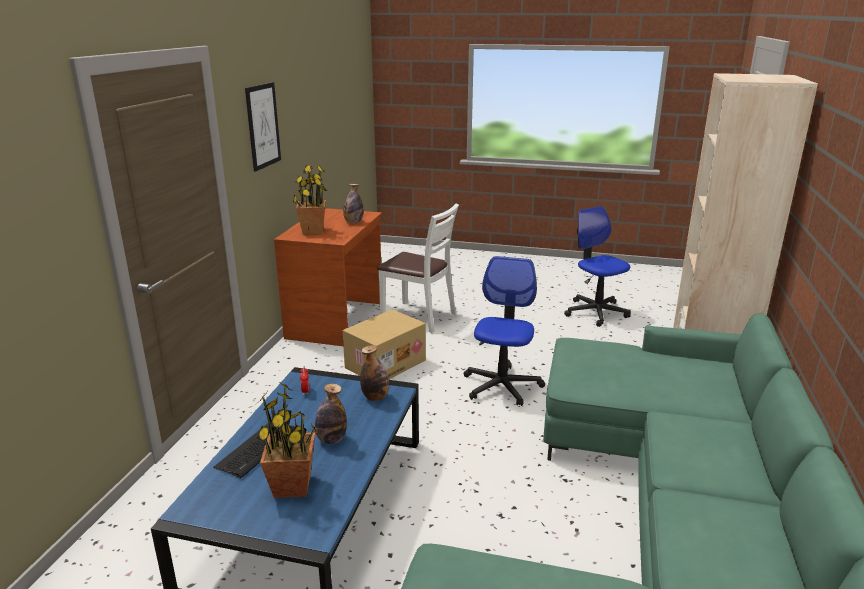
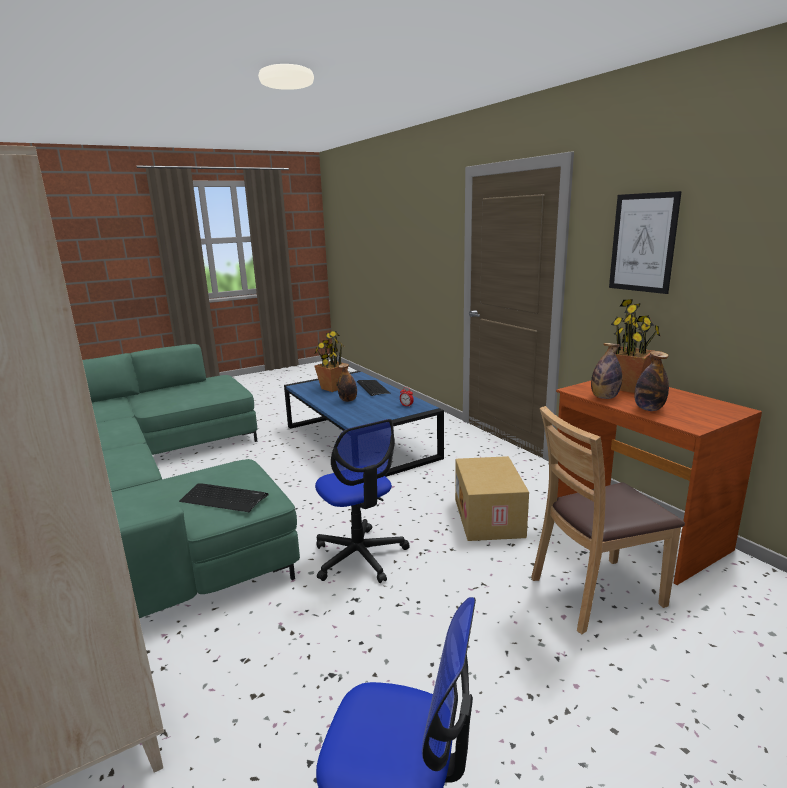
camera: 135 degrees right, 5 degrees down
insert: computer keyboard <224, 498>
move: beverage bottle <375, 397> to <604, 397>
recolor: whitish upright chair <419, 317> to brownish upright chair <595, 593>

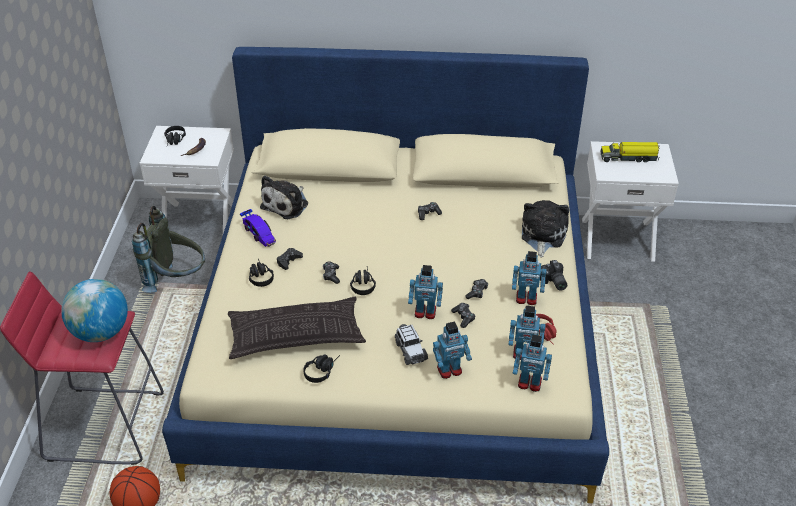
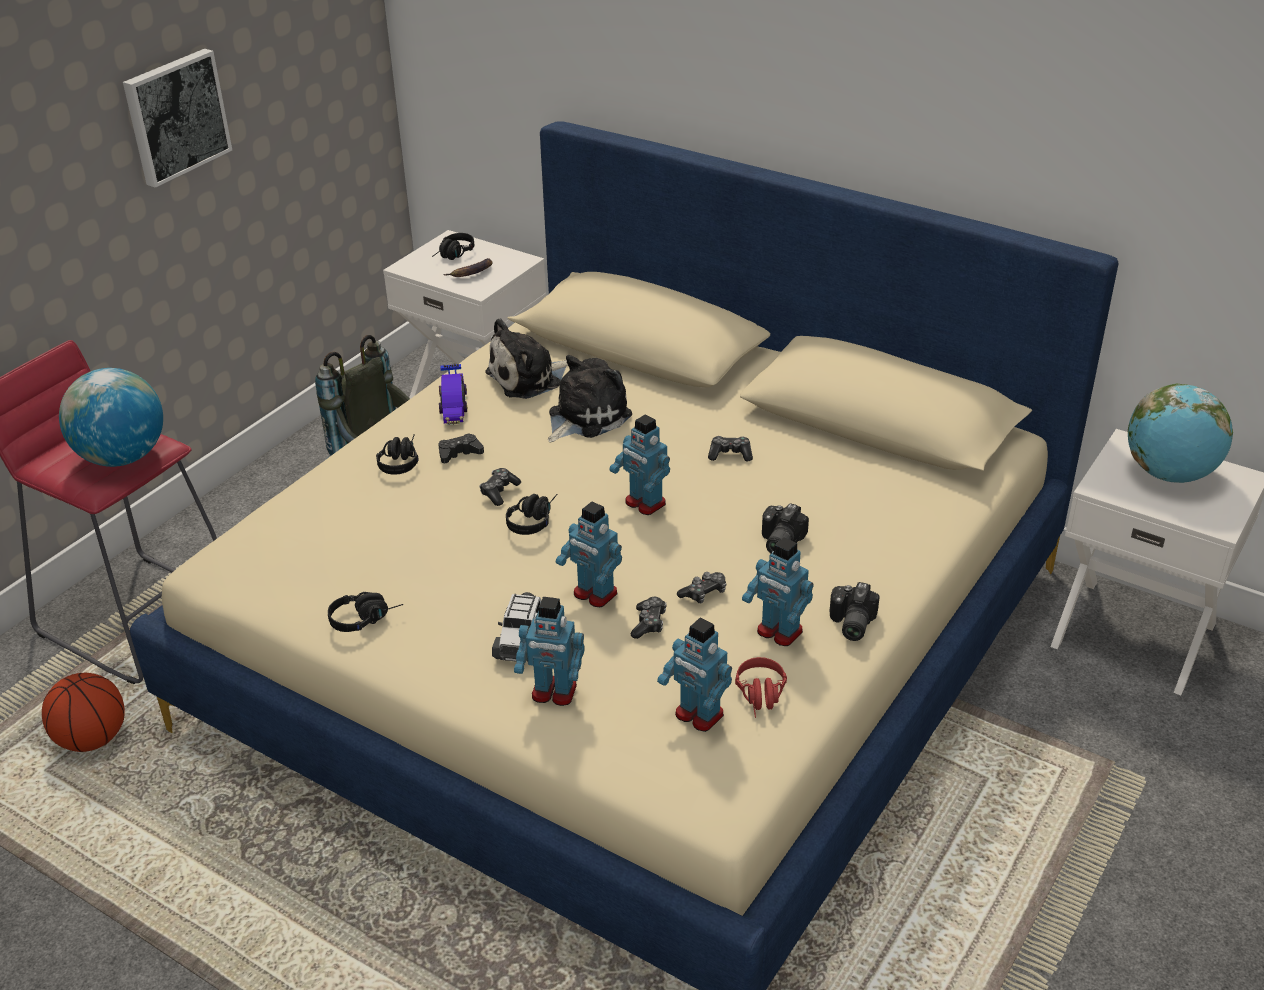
camera: 30 degrees right, 5 degrees down
delete: cushion <296, 335>
insert: picture <175, 116>; photo camera <778, 541>
move: plush toy <542, 235> to <585, 417>; model robot <529, 383> to <644, 503>
replace: model truck <629, 158> to world globe <1169, 474>

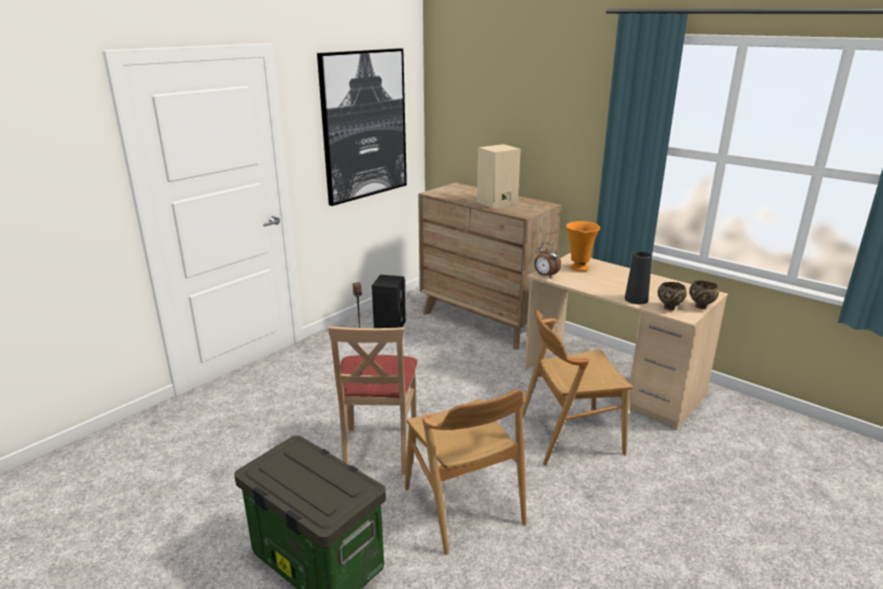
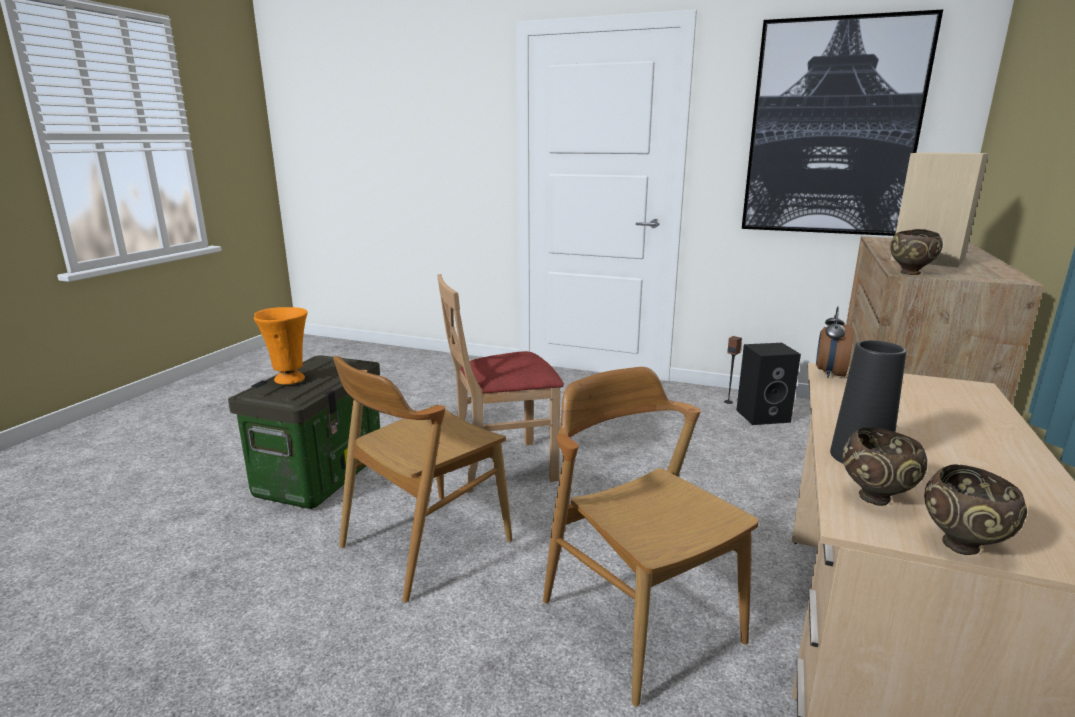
camera: 70 degrees right, 5 degrees down
insert: brownish deep dish <910, 273>
move: orange vase <578, 268> to <289, 379>

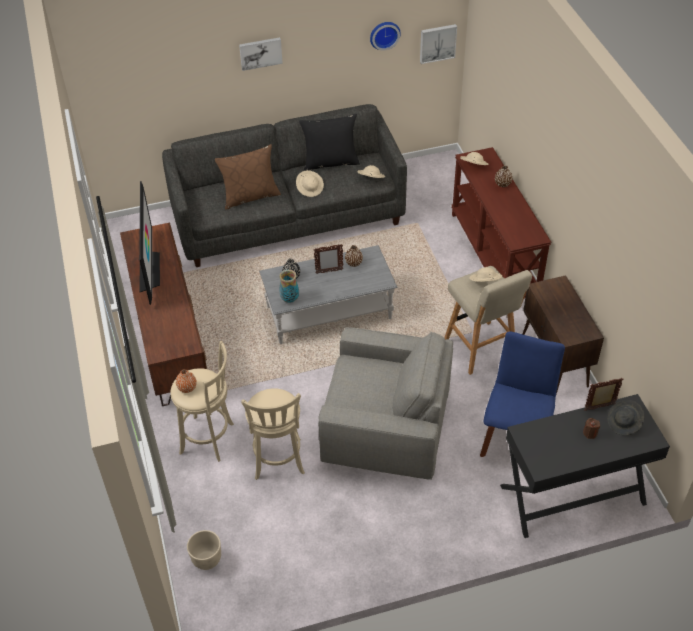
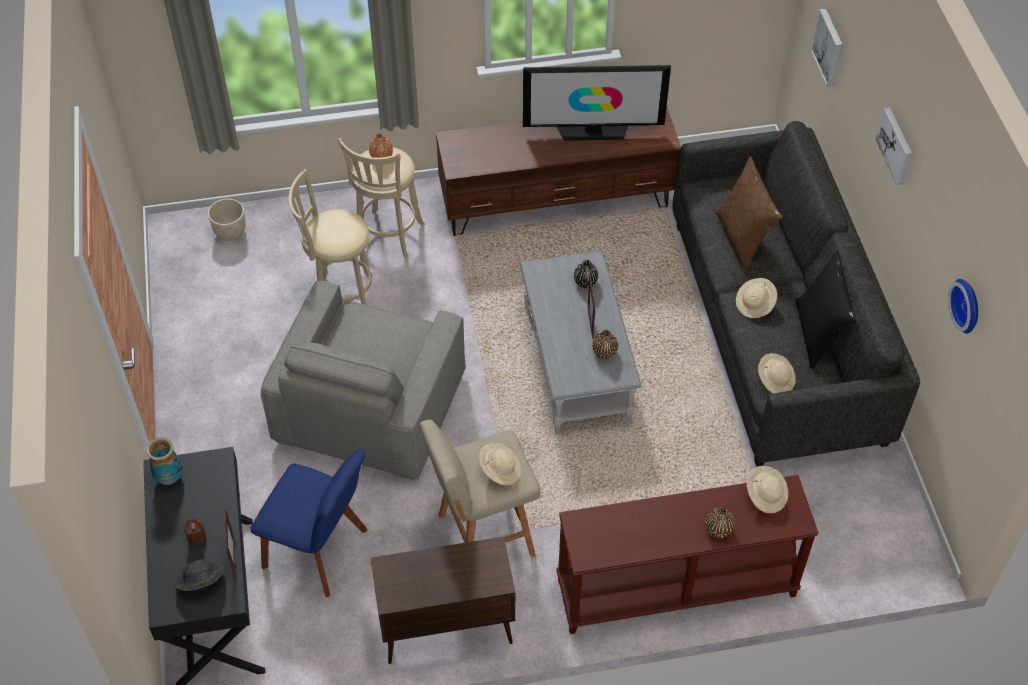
camera: 95 degrees right, 5 degrees up
move: picture <437, 43> to <829, 47>; vase <289, 299> to <169, 477>

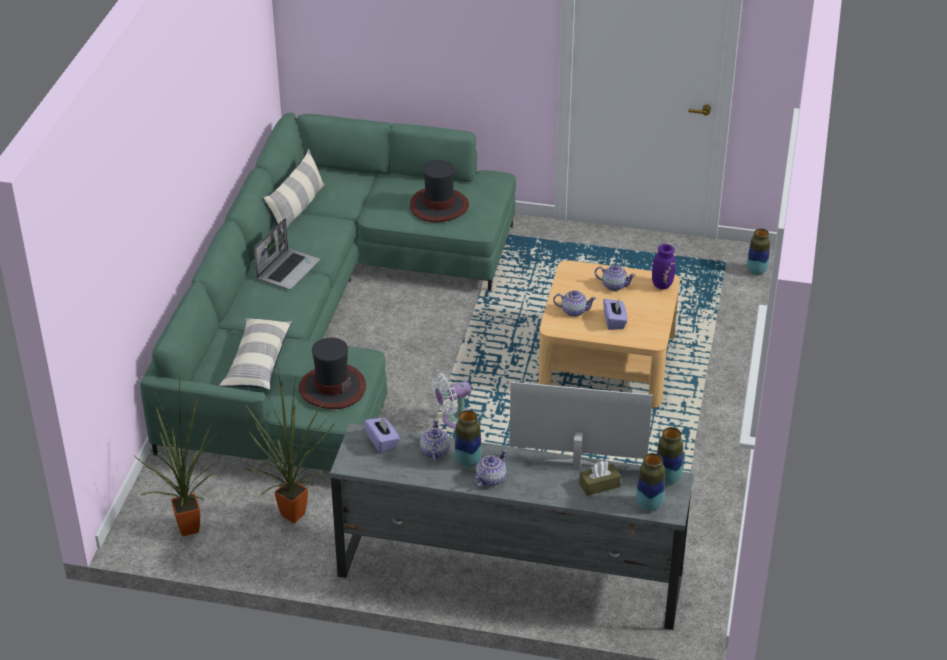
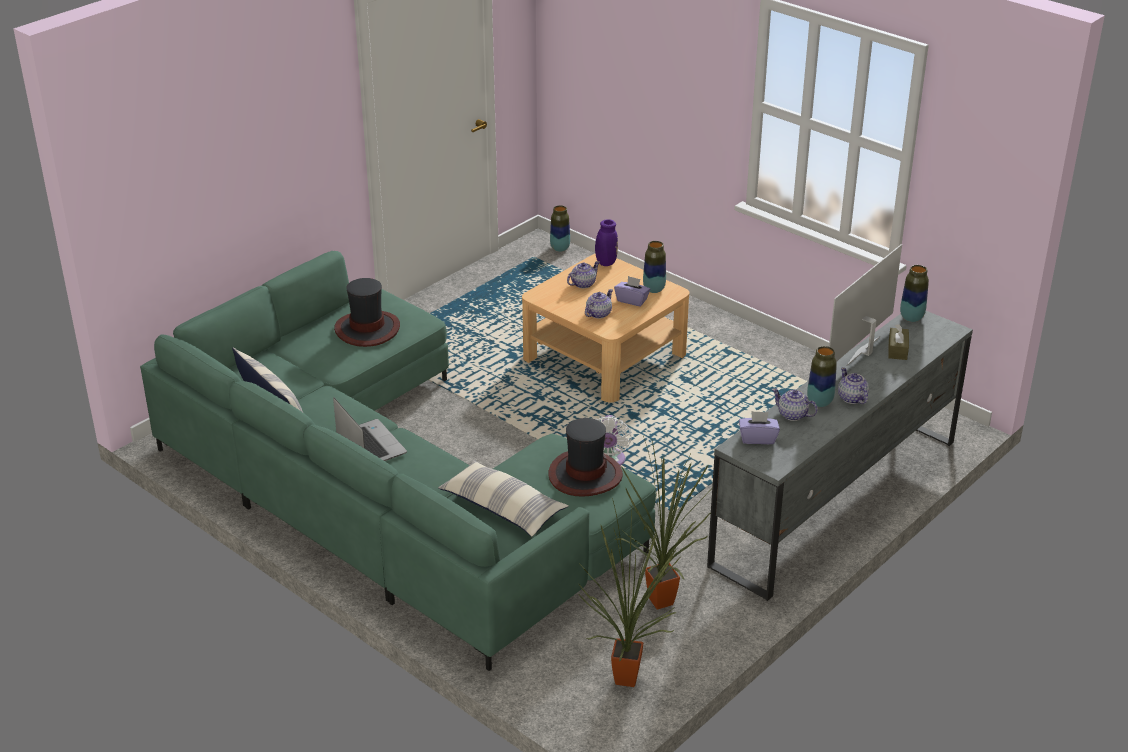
camera: 60 degrees left, 5 degrees down
move: vase <649, 505> to <654, 289>

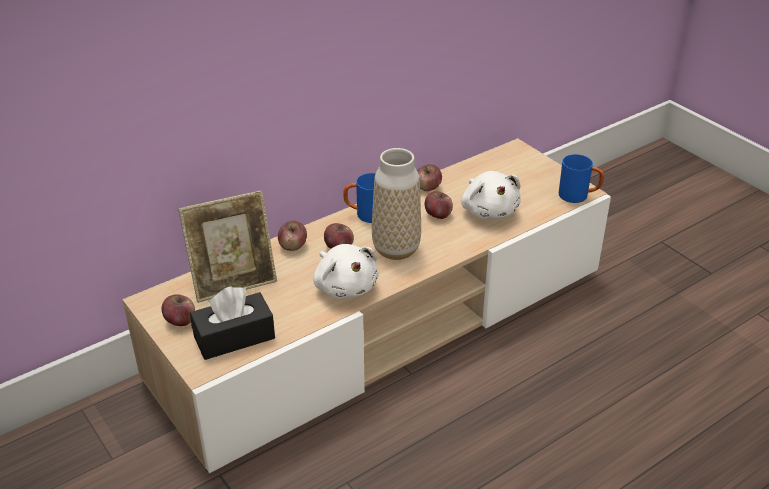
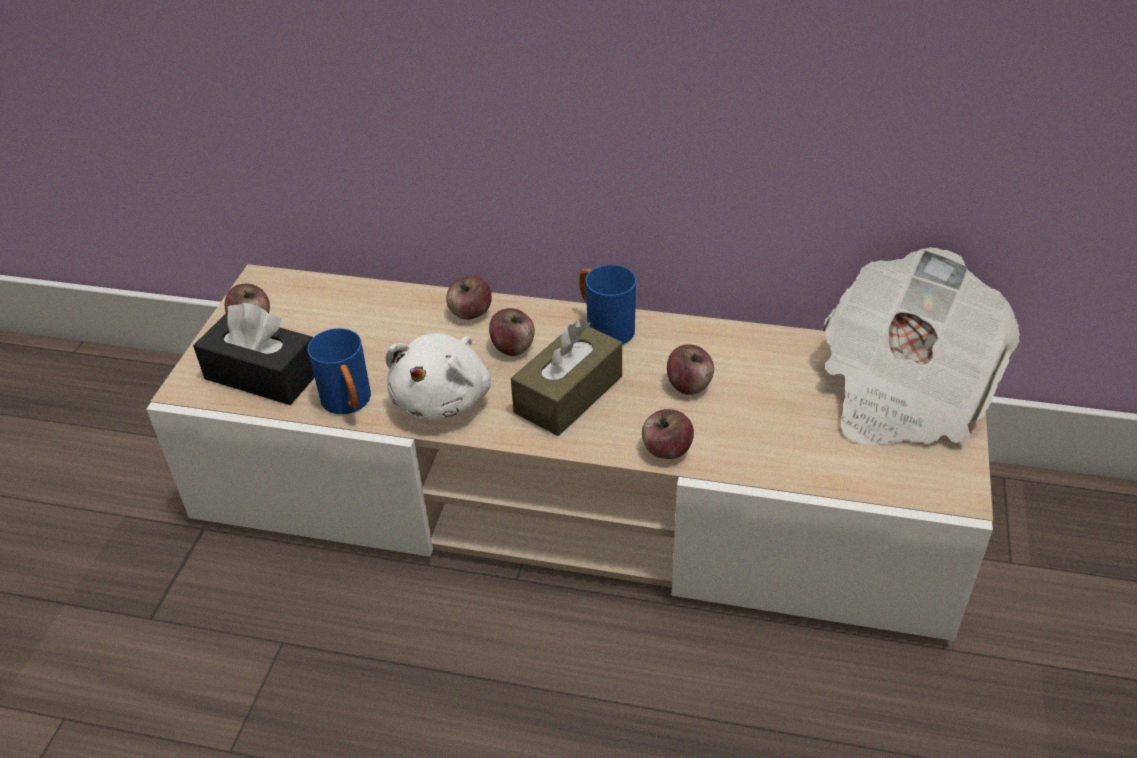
camera: 50 degrees right, 5 degrees up
delete: whitish plush toy <489, 210>; standing frame <234, 283>
insert: printed paper <903, 389>
move: blue-coloured tea mug <578, 196> to <349, 405>; whole apple <427, 188> to <666, 450>
replace: vase <396, 249> to brownish box of tissues <568, 394>

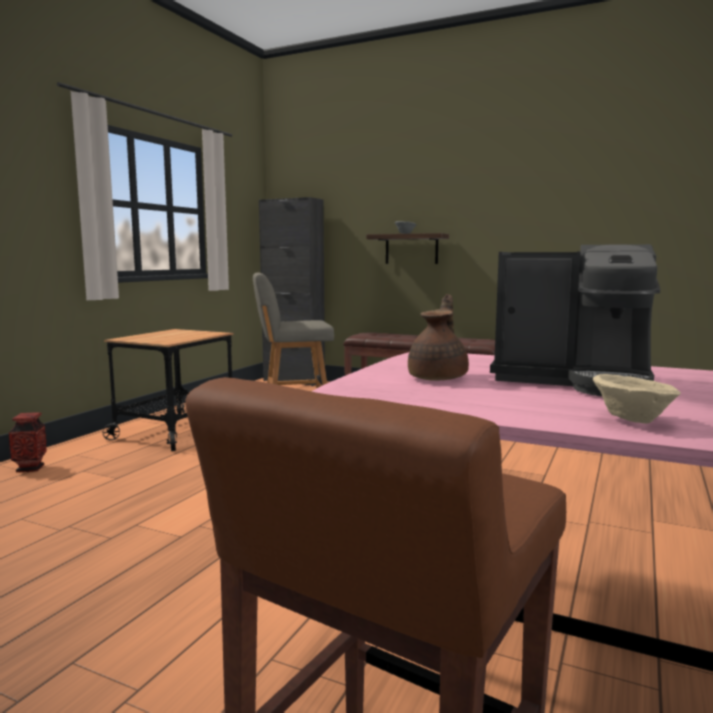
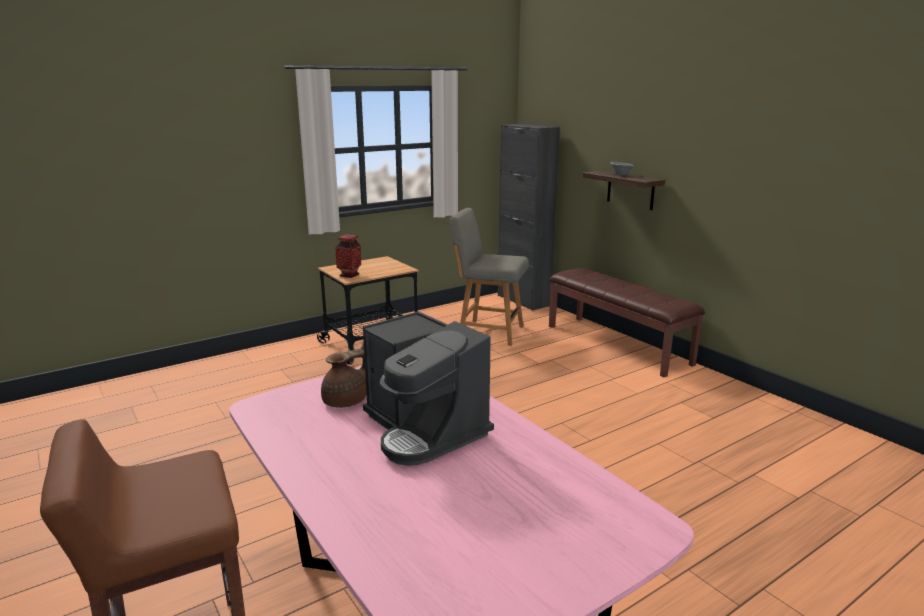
camera: 30 degrees right, 10 degrees up
delete: beige deep dish <631, 420>
move: vase <30, 468> to <349, 275>

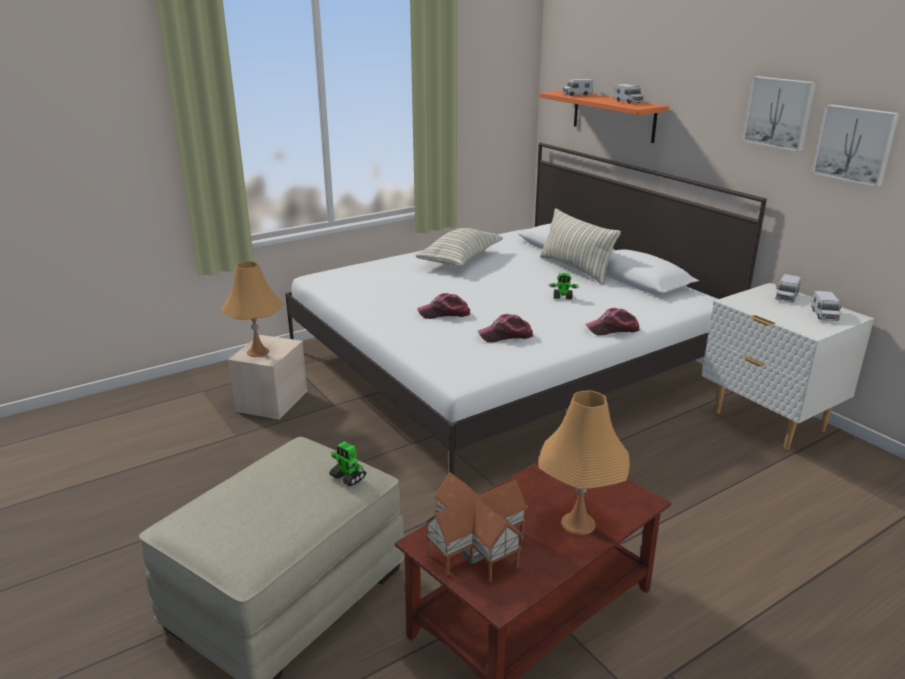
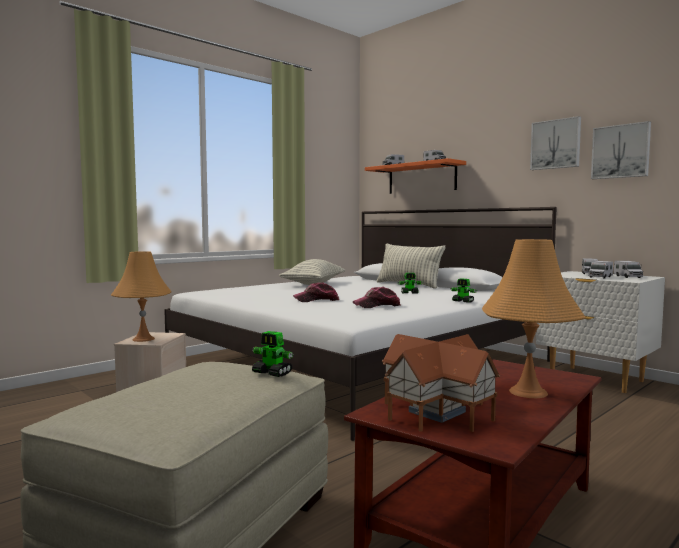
camera: 10 degrees left, 20 degrees down
insert: model truck <600, 277>
replace: cap <612, 329> to model robot <463, 301>

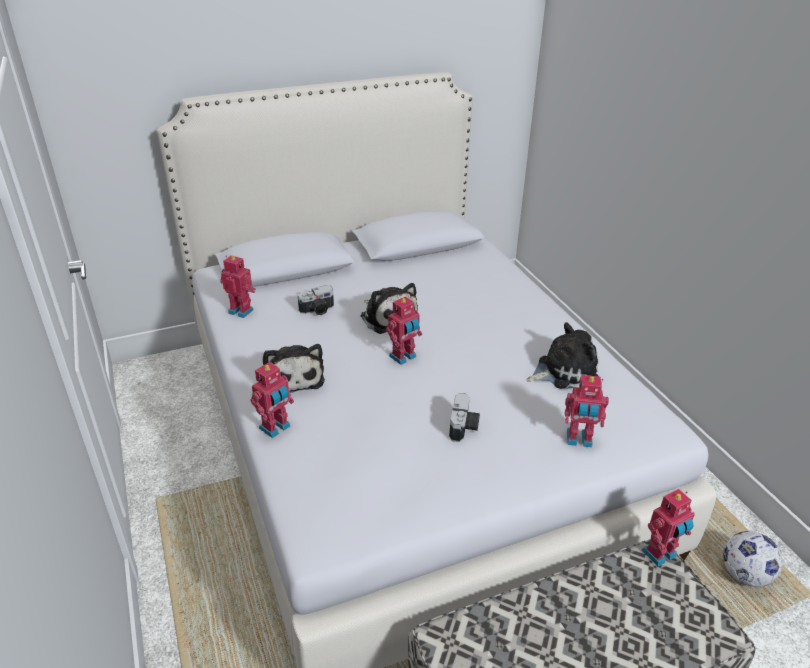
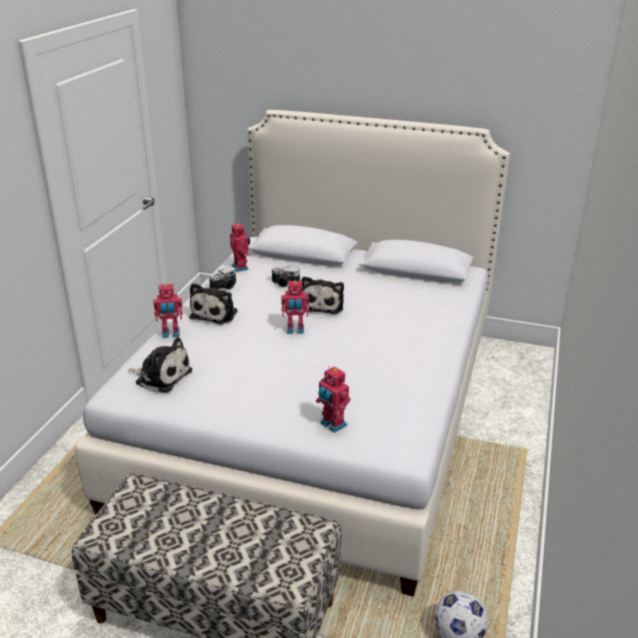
camera: 40 degrees right, 5 degrees down
delete: model robot <660, 554>
move: plush toy <564, 371> to <161, 376>; photo camera <464, 427> to <225, 287>

